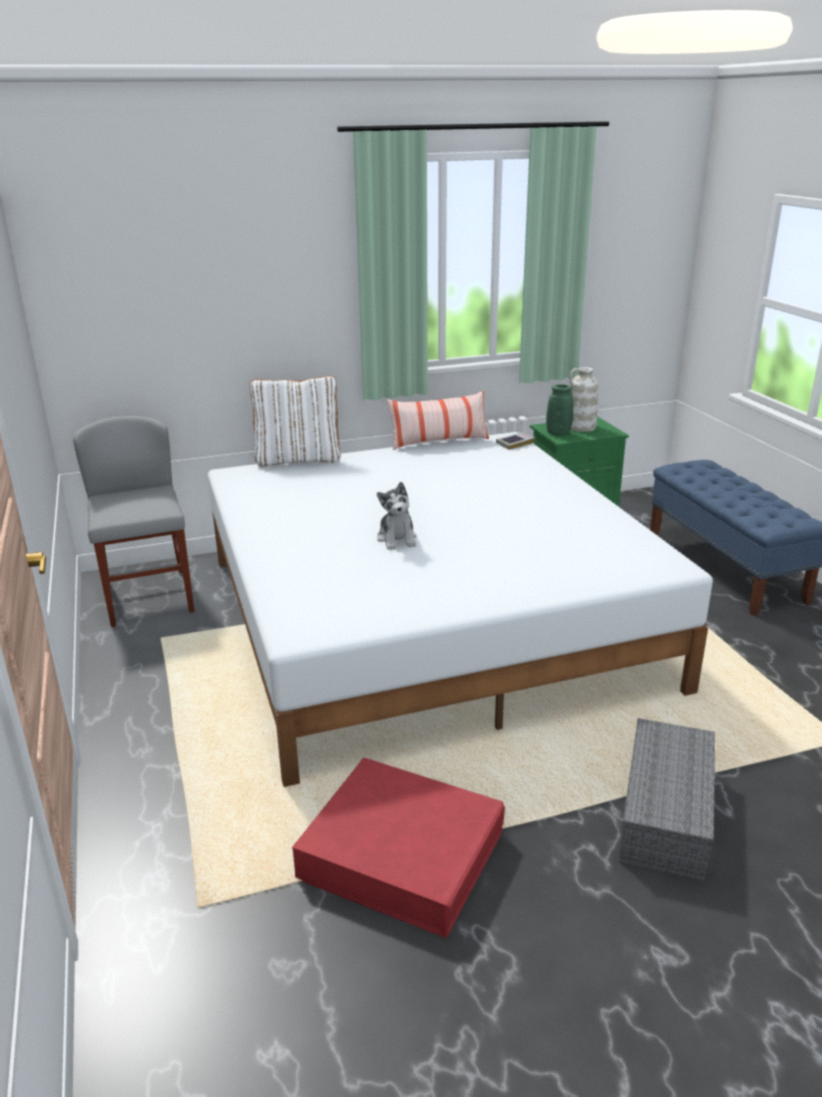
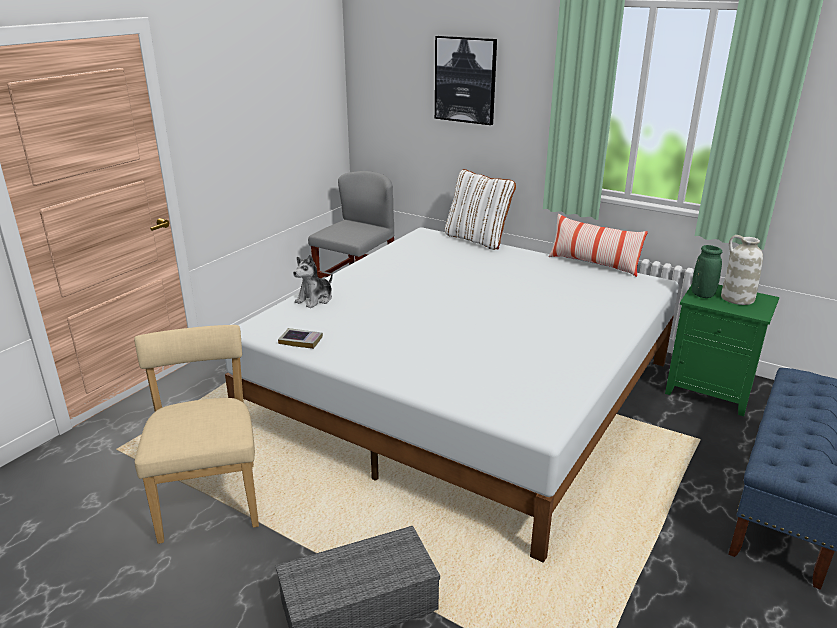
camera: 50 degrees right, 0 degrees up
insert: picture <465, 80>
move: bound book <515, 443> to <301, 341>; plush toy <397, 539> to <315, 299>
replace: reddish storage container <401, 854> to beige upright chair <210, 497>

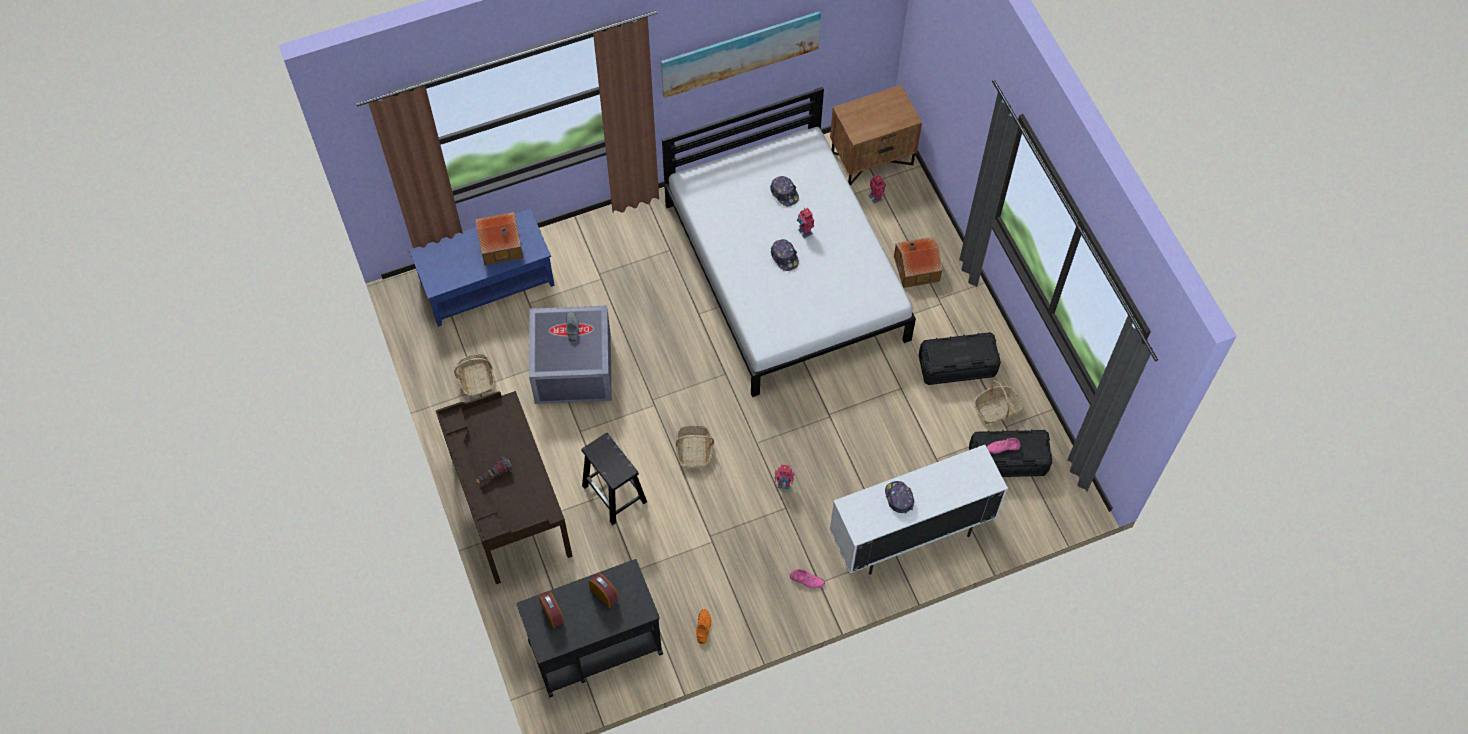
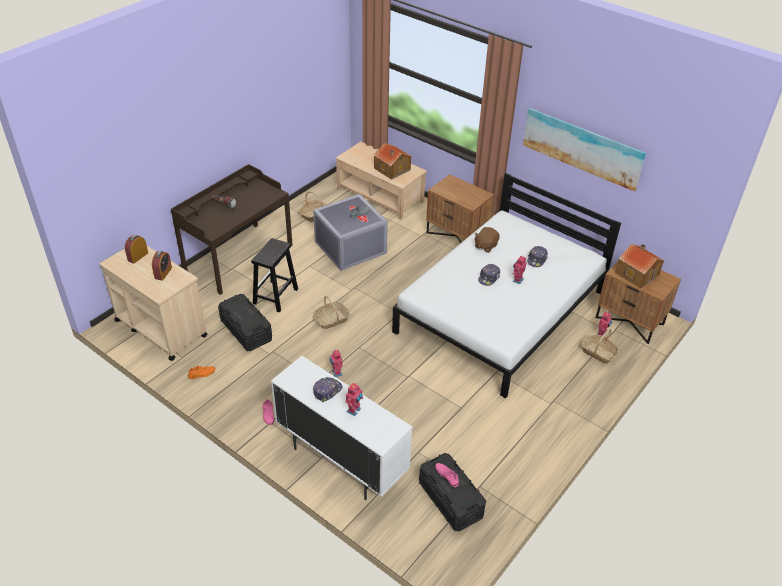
camera: 60 degrees right, 20 degrees down
insert: brownish night table <457, 235>; brownish plush toy <485, 246>; model robot <354, 410>
move: model house <915, 268> to <637, 273>; blackish storage container <957, 366> to <246, 330>; basket <996, 409> to <598, 353>
recolor: blue-coloured coffee table <487, 281> to beige coffee table <380, 195>; blackish wheeled cart <594, 647> to beige wheeled cart <160, 328>

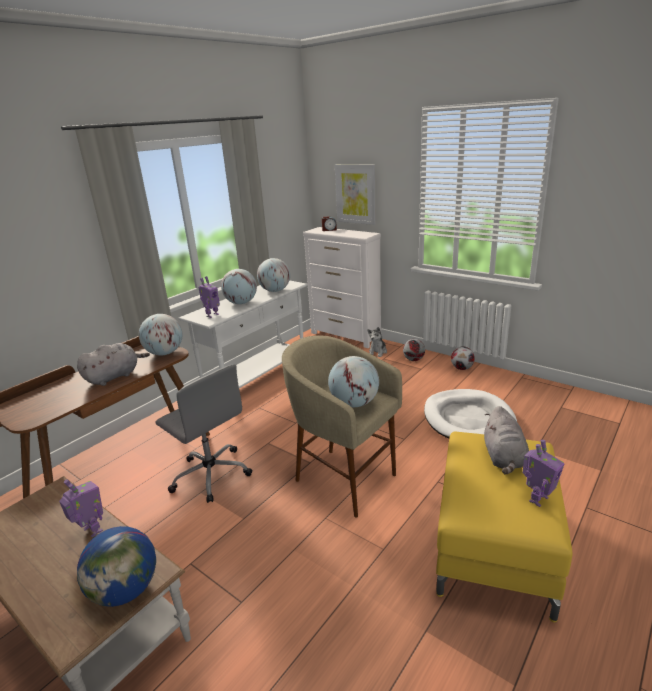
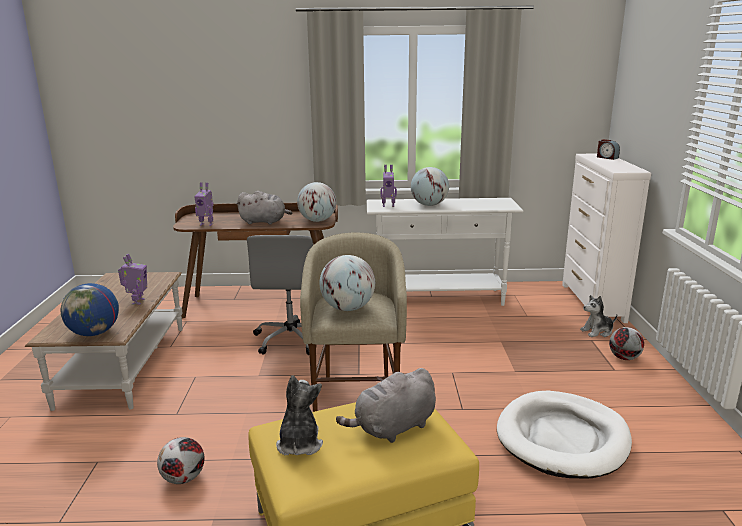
camera: 50 degrees right, 5 degrees down
delete: picture <355, 194>; world globe <275, 291>
insert: plush toy <299, 443>
move: ball for football <462, 368> to <184, 479>; model robot <537, 499> to <206, 224>

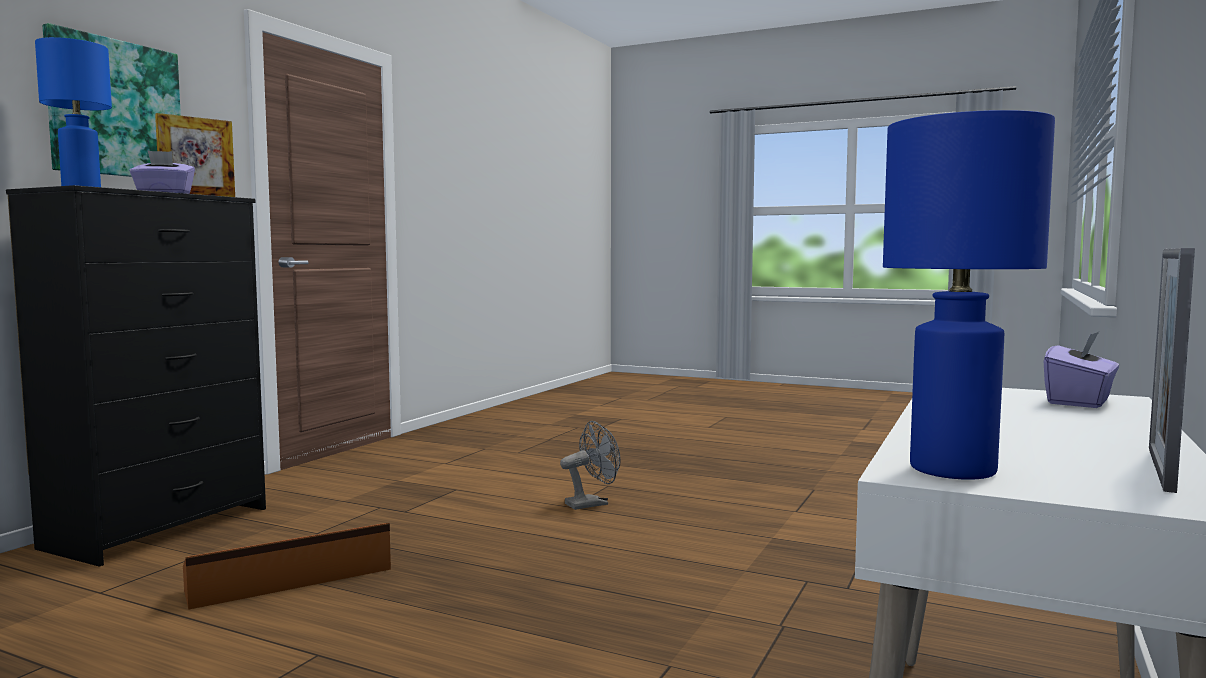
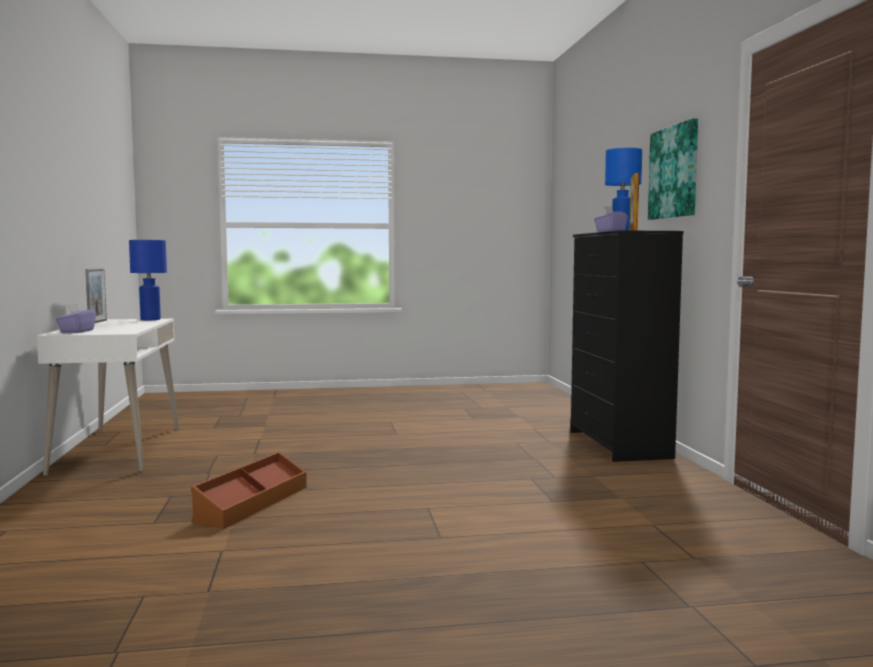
camera: 145 degrees right, 0 degrees up
delete: greyish cooling fan <592, 503>
move: brownish storage container <291, 580> to <252, 503>

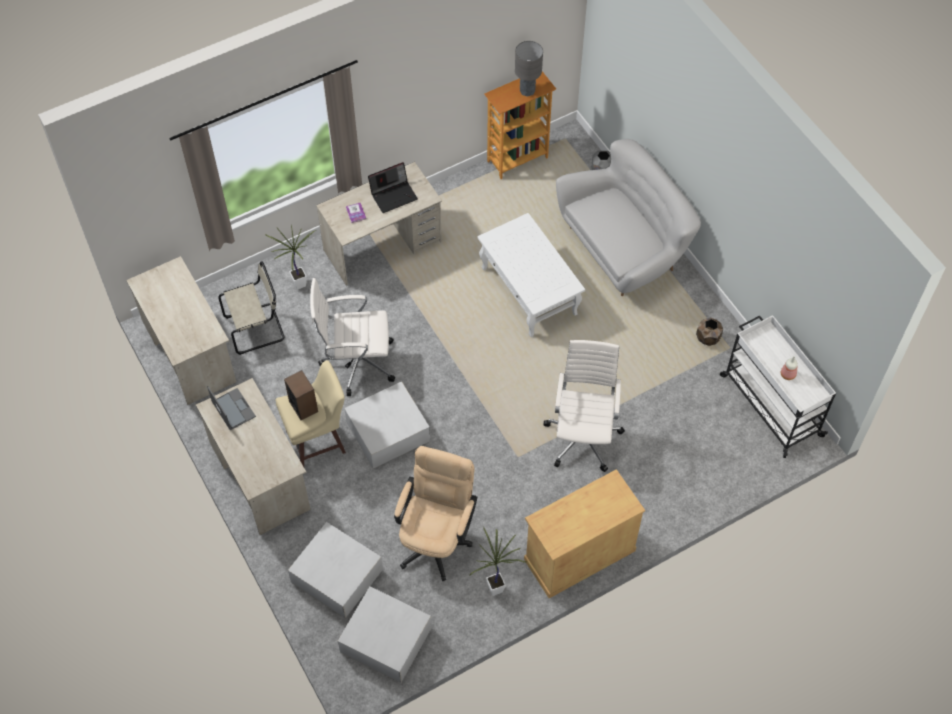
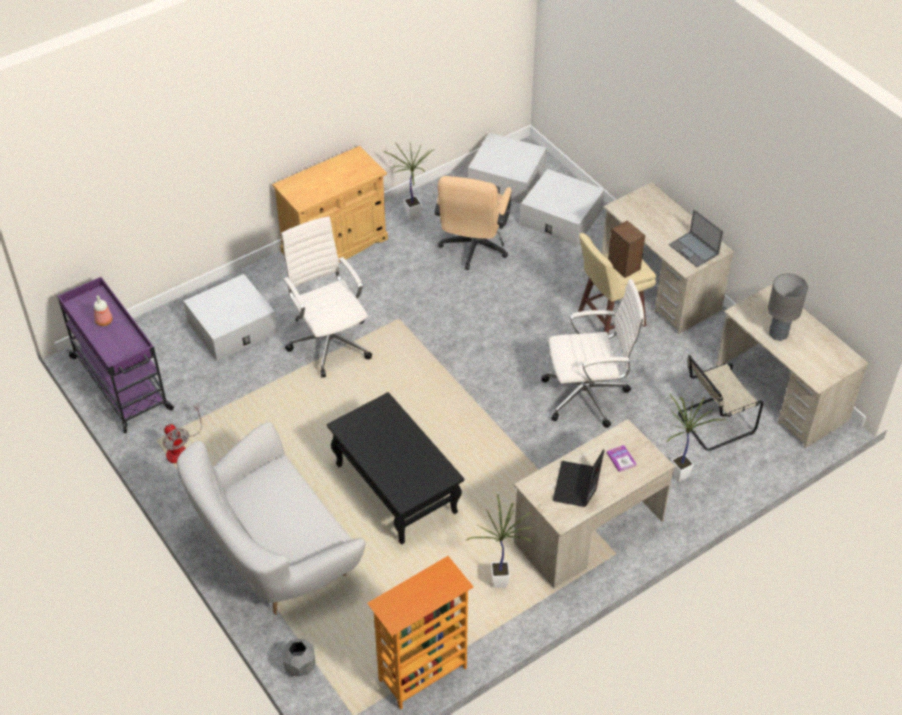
camera: 175 degrees right, 10 degrees down
insert: houseplant <501, 580>
move: greyish lamp for a table <527, 91> to <778, 334>; whitish storage container <388, 431> to <232, 327>
replace: brownish flower pot <707, 338> to cooling fan <181, 448>
recolor: whitish coffee table <529, 291> to blackish coffee table <395, 488>; whitish wheeled cart <770, 404> to purplish wheeled cart <122, 384>
rotate: portable computer <394, 195> = <578, 486> 45 degrees counterclockwise; whitish office chair <583, 436> = <330, 341> 150 degrees clockwise

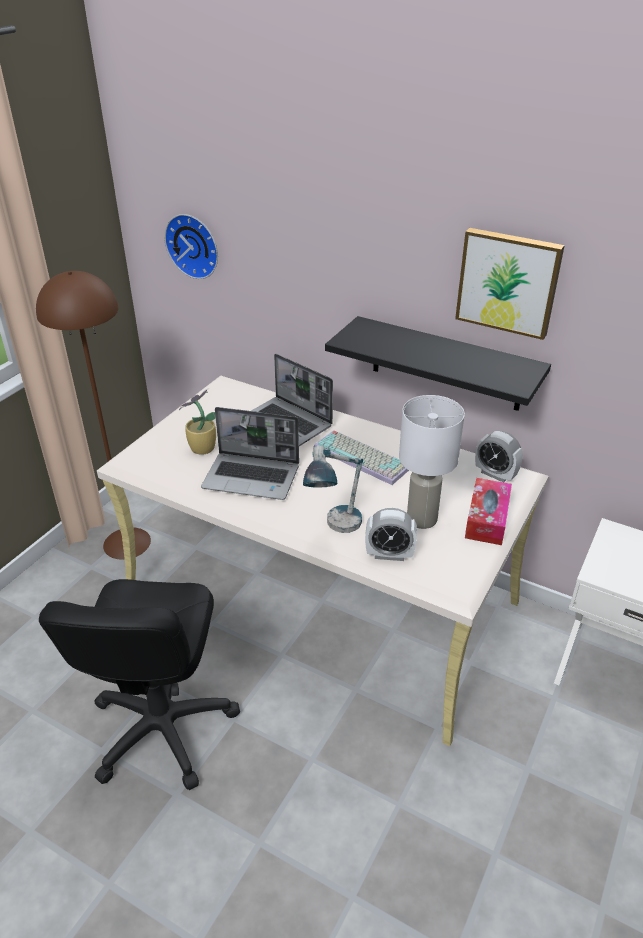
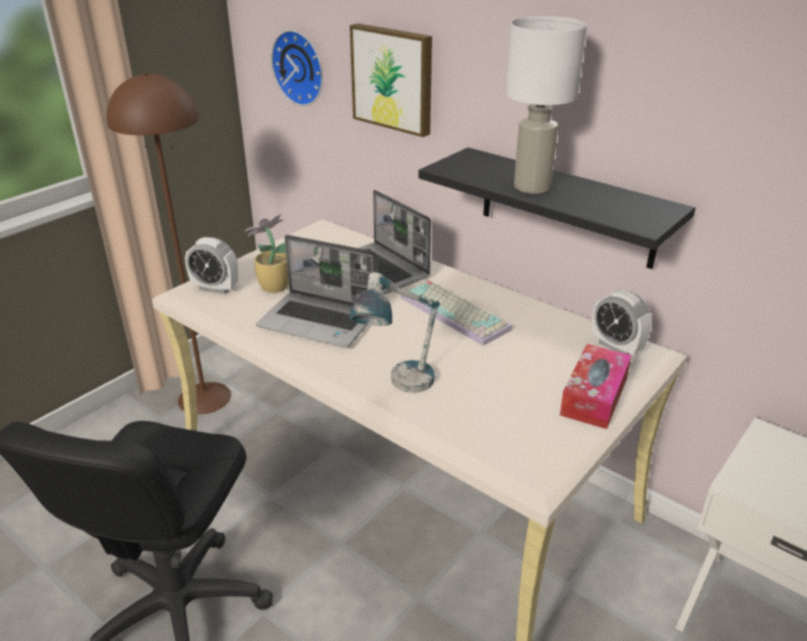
camera: 10 degrees right, 5 degrees down
move: picture <508, 282> to <393, 78>; whitish lamp for a table <422, 519> to <533, 188>; table clock <389, 554> to <215, 288>

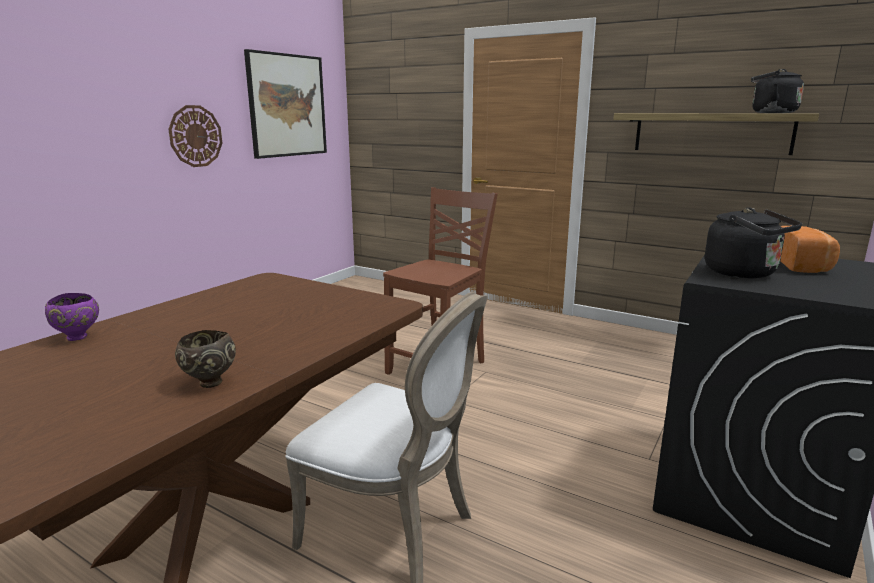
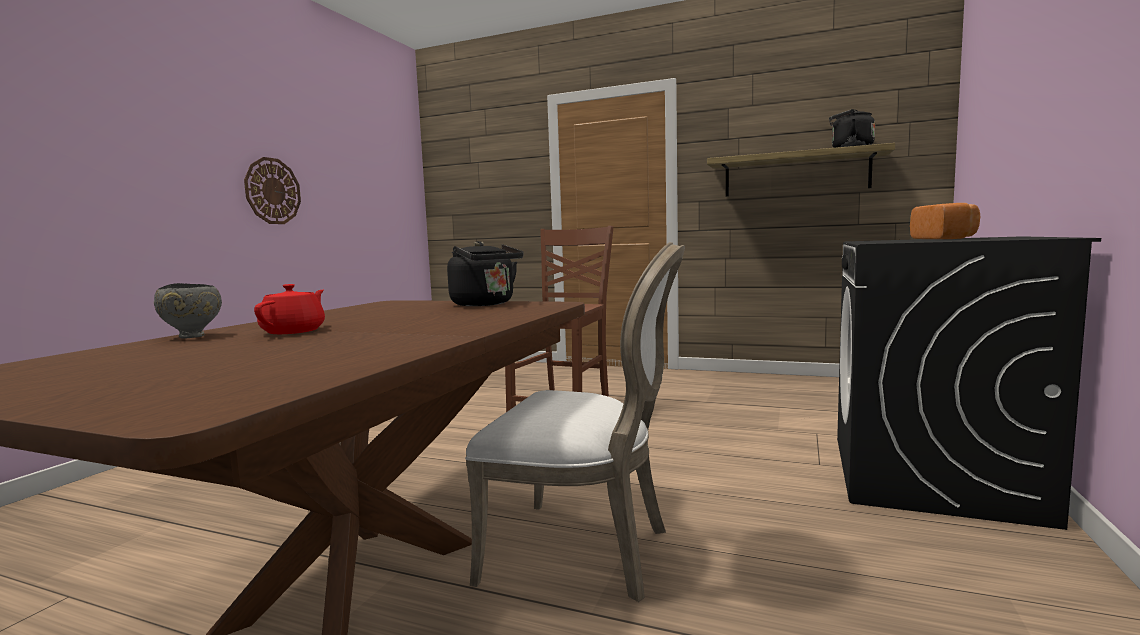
camera: 10 degrees left, 10 degrees down
delete: picture <287, 105>; brownish deep dish <209, 383>
insert: reddish pot for tea <294, 331>
move: blackish tea kettle <744, 273> to <485, 304>
recolor: purplish deep dish <78, 337> to greyish deep dish <193, 336>

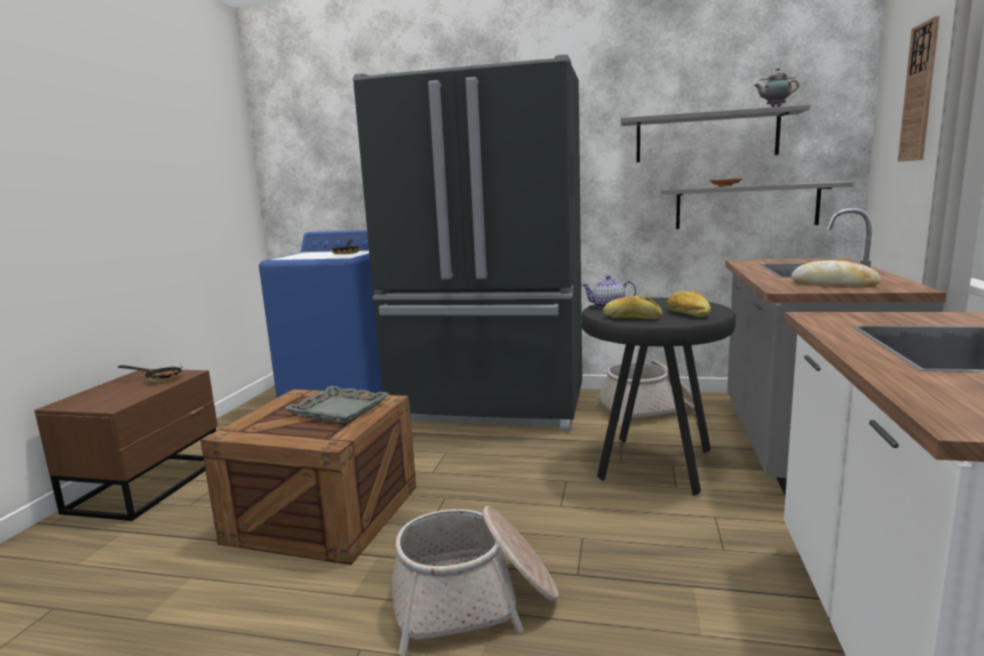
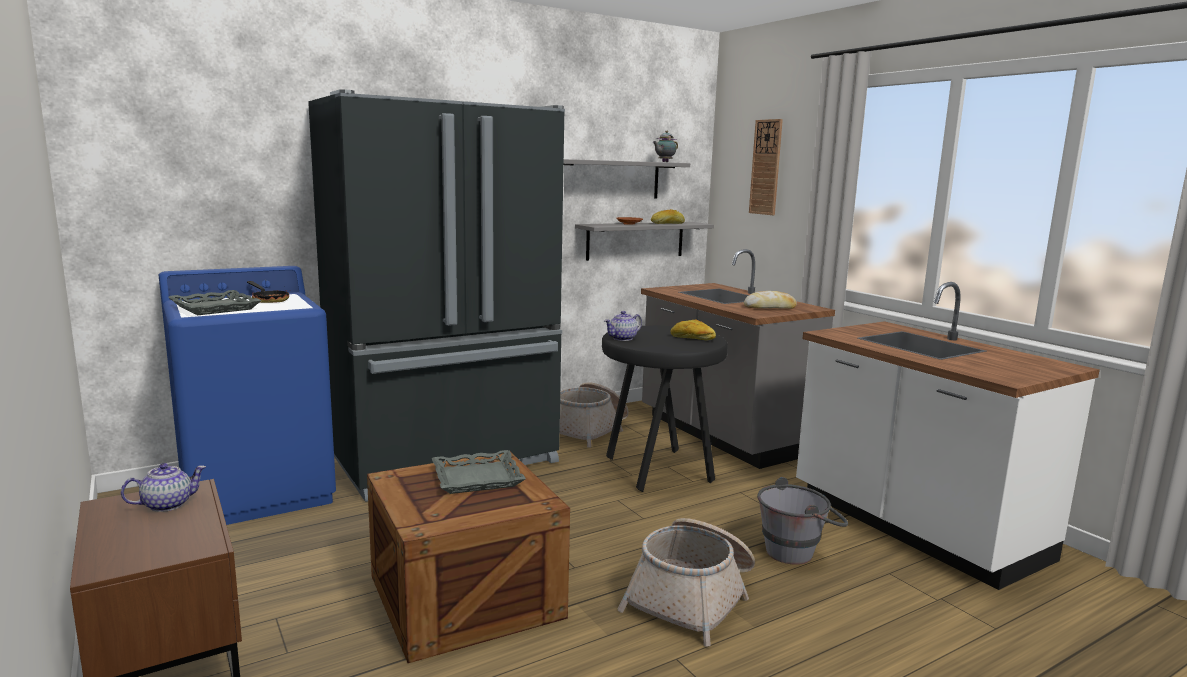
camera: 45 degrees left, 0 degrees up
insert: greyish serving tray <216, 308>; greyish pail <798, 551>
move: baked bread <632, 318> to <667, 224>
replace: skillet <159, 379> to pot for tea <167, 504>

